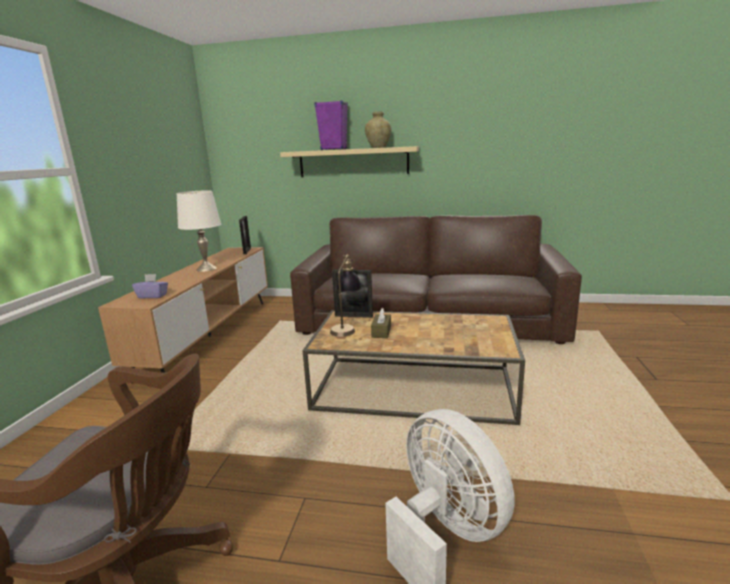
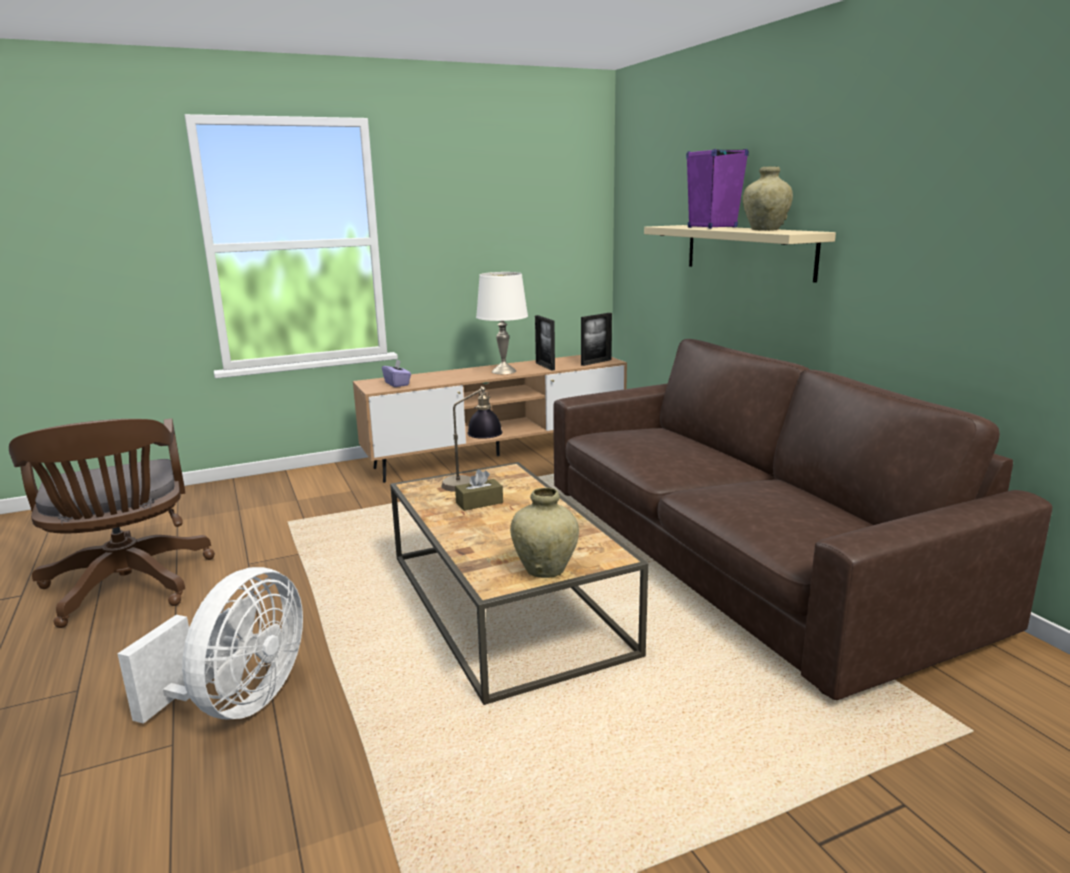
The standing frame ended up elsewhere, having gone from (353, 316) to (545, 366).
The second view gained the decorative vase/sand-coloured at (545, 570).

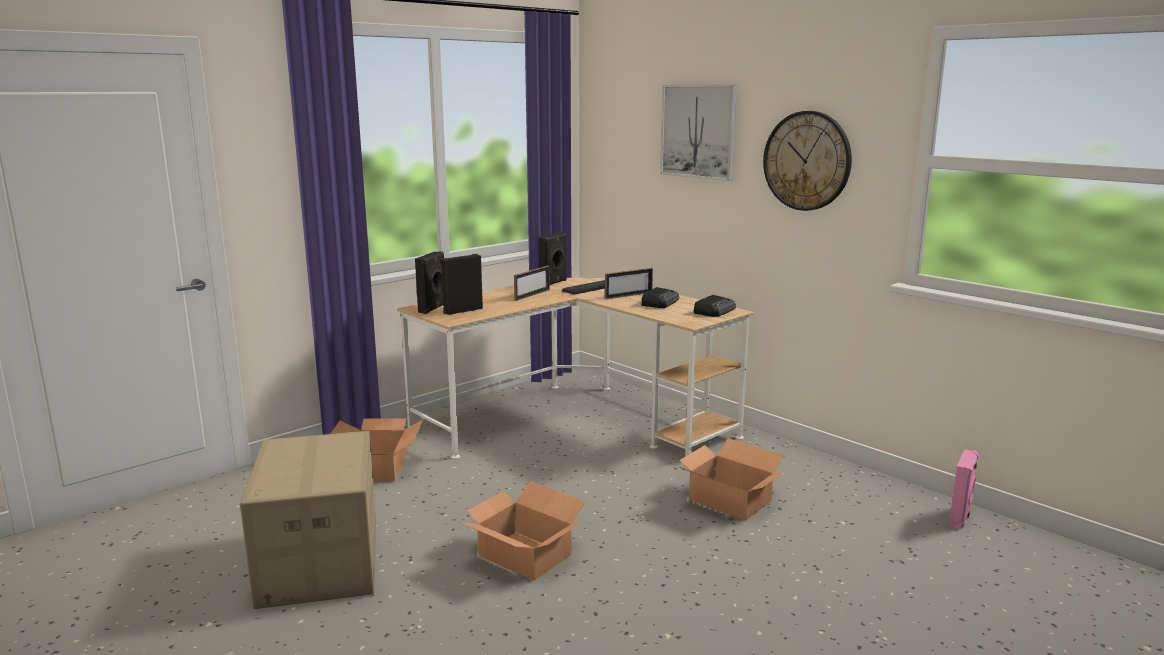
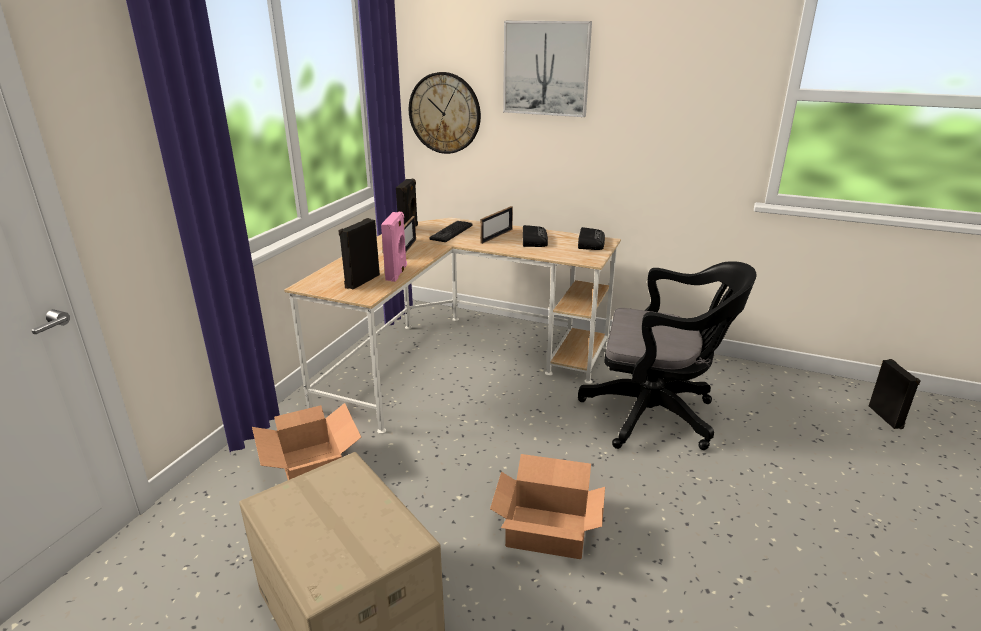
The hanging clock ended up elsewhere, having gone from (807, 161) to (444, 113).
The audio speaker/blackish ended up elsewhere, having gone from (433, 308) to (886, 417).
Where the cardboard box stood at (730, 501), the desk chair/blackish came to stand at (656, 415).
The audio speaker/pinkish ended up elsewhere, having gone from (960, 518) to (397, 273).

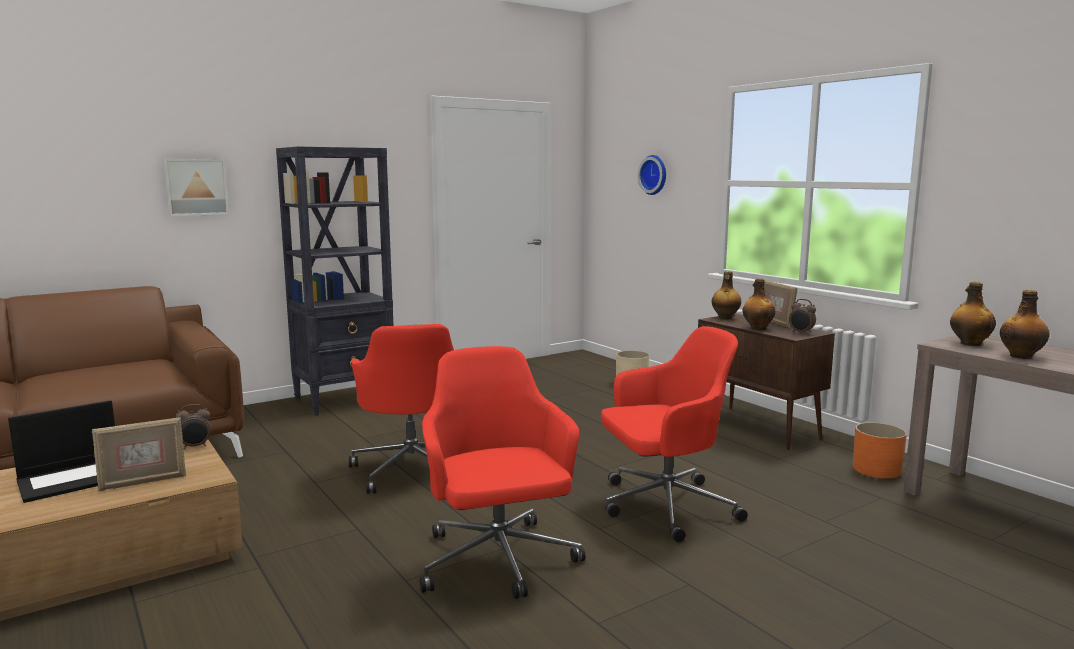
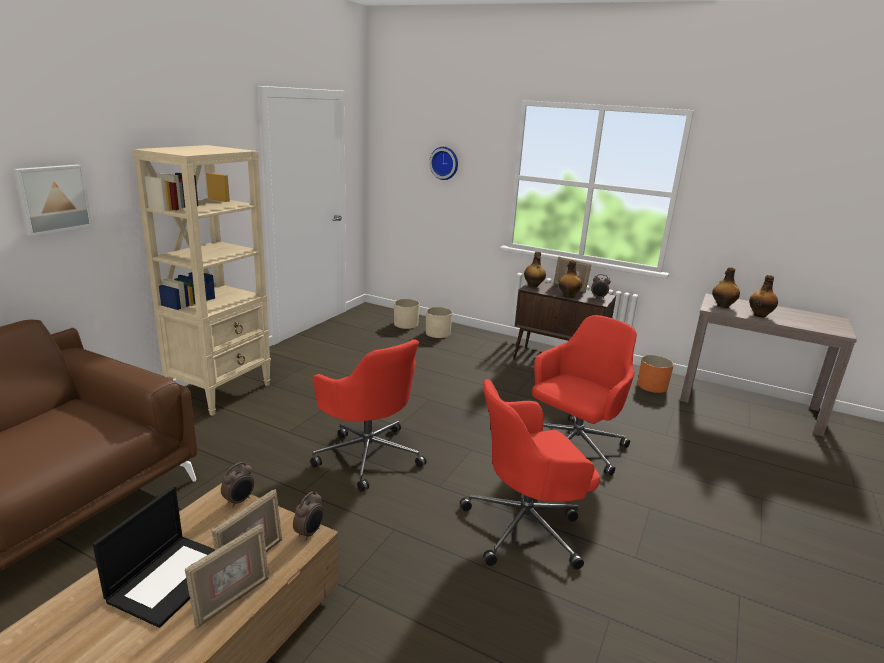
What was the bookshelf/blackish at (345, 400) turned into the bookshelf/sand-coloured at (221, 391).
The desk chair/reddish at (498, 561) ended up facing another way, 60 degrees counterclockwise from before.
The second view gained the planter/sand-coloured at (406, 324).
The second view gained the bedside clock at (309, 533).
The second view gained the standing frame at (232, 600).

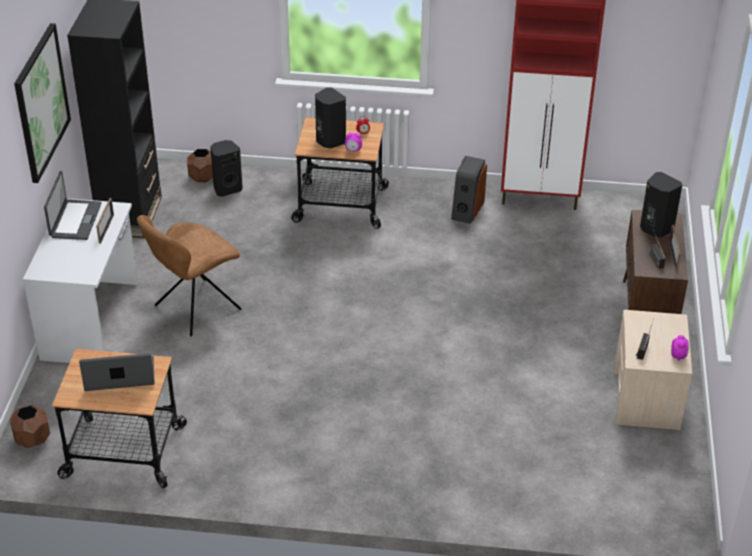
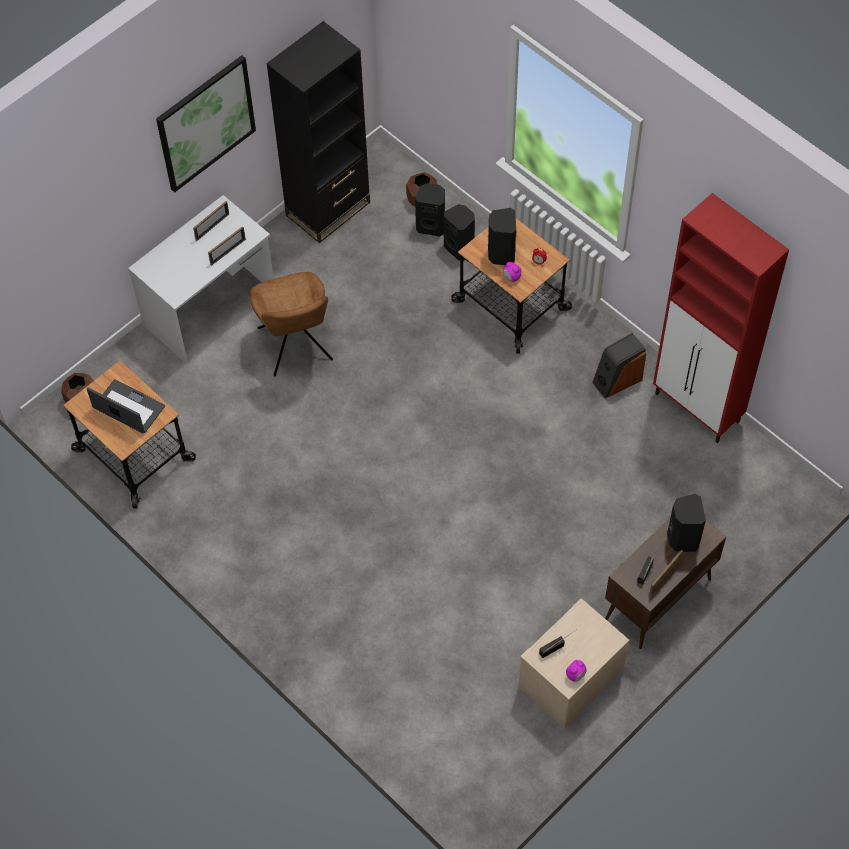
Where the portable computer stood at (74, 220), the standing frame came to stand at (212, 227).
The plain chair/brown-coloured at (195, 309) ended up facing another way, 105 degrees counterclockwise from before.
The second view gained the audio speaker/blackish at (460, 248).

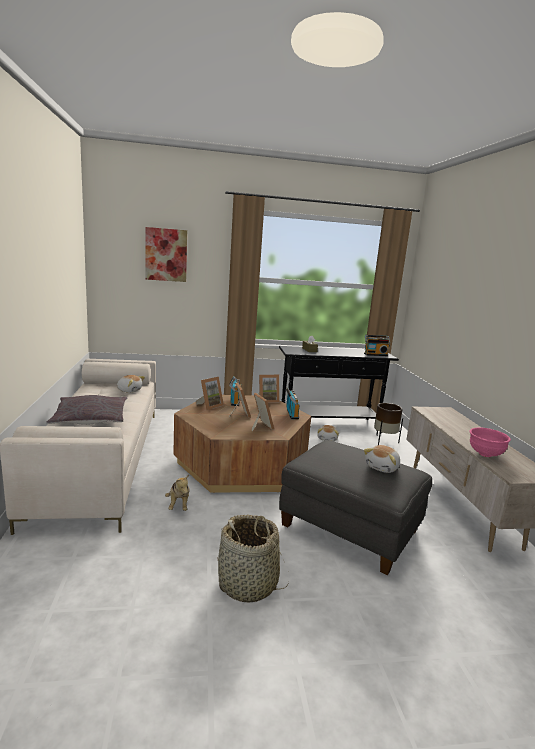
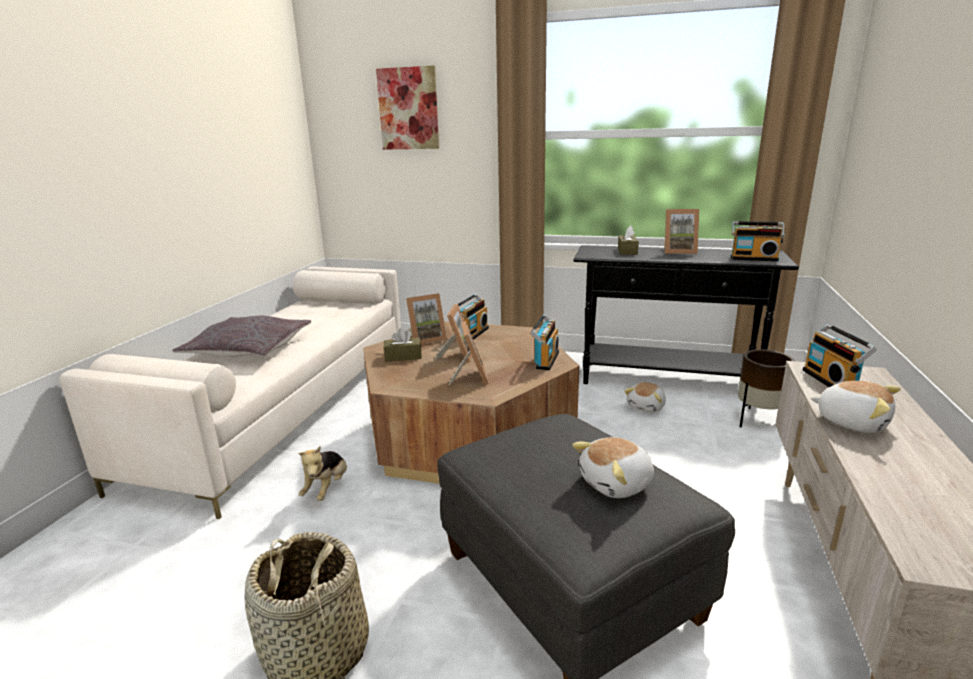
The plush toy ended up elsewhere, having gone from (129, 390) to (852, 422).
The standing frame ended up elsewhere, having gone from (267, 400) to (678, 251).
The second view lost the serving bowl/pinkish at (485, 454).
The second view gained the radio at (832, 381).
The second view gained the box of tissues/brown-coloured at (403, 356).

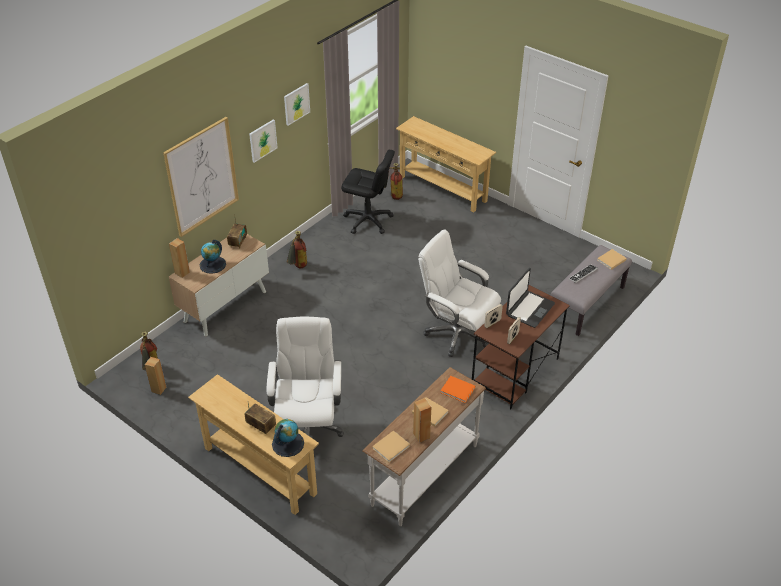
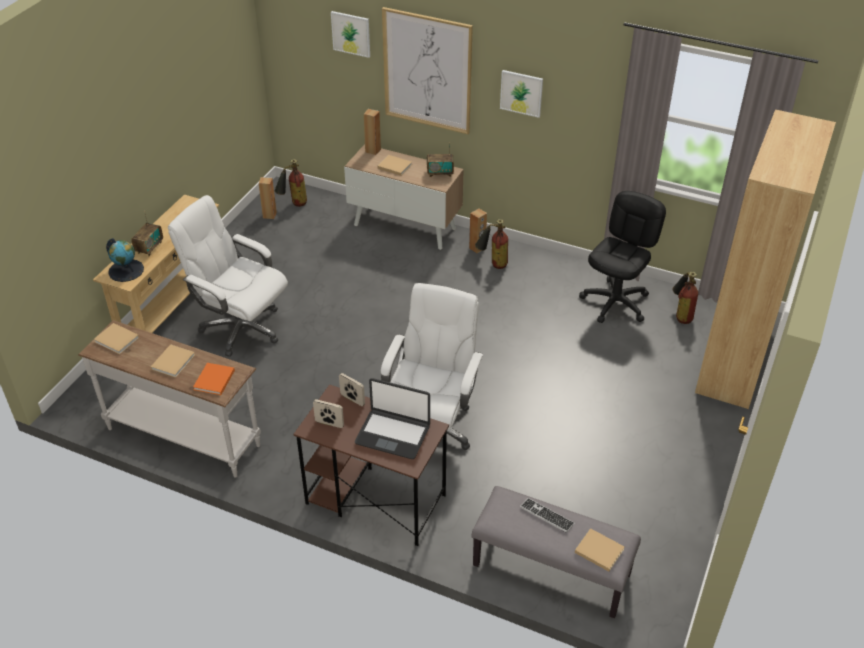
The picture ended up elsewhere, having gone from (296, 104) to (351, 33).
Where the hall table/sand-coloured stood at (443, 188), the bookshelf/brown-coloured came to stand at (734, 362).
The desk chair/blackish at (368, 221) ended up facing another way, 150 degrees counterclockwise from before.
Where the globe stood at (213, 264), the bound book/sand-coloured came to stand at (394, 166).
The desk chair/white-coloured at (308, 426) ended up facing another way, 135 degrees counterclockwise from before.
The audio speaker/brown-coloured ended up elsewhere, having gone from (421, 435) to (477, 248).

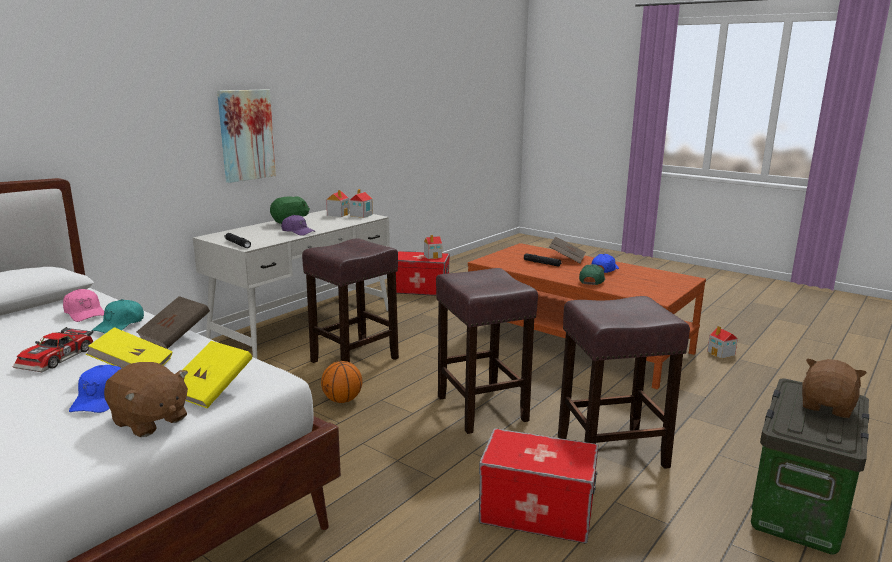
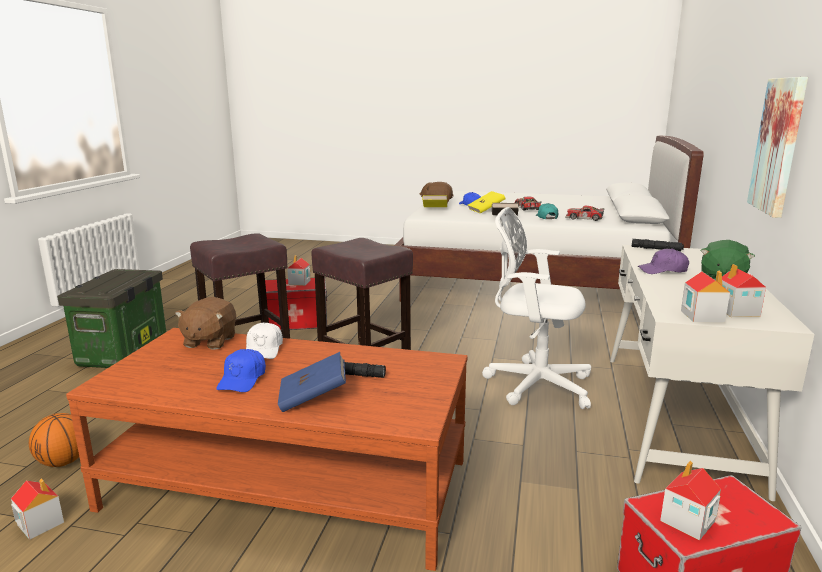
What was the bound book/brown-coloured at (567, 258) turned into the bound book/blue at (313, 398).
Where the stool/brown-coloured stood at (353, 360), the desk chair/white-coloured came to stand at (533, 384).
What was the baseball cap/green-coloured at (592, 281) turned into the baseball cap/white-coloured at (264, 349).
Where the baseball cap/pinkish stood at (85, 313), the toy car came to stand at (584, 218).
The plush toy/brown-coloured ended up elsewhere, having gone from (827, 406) to (209, 341).
The basketball ball ended up elsewhere, having gone from (342, 400) to (63, 462).
The second view gained the miniature house at (299, 282).

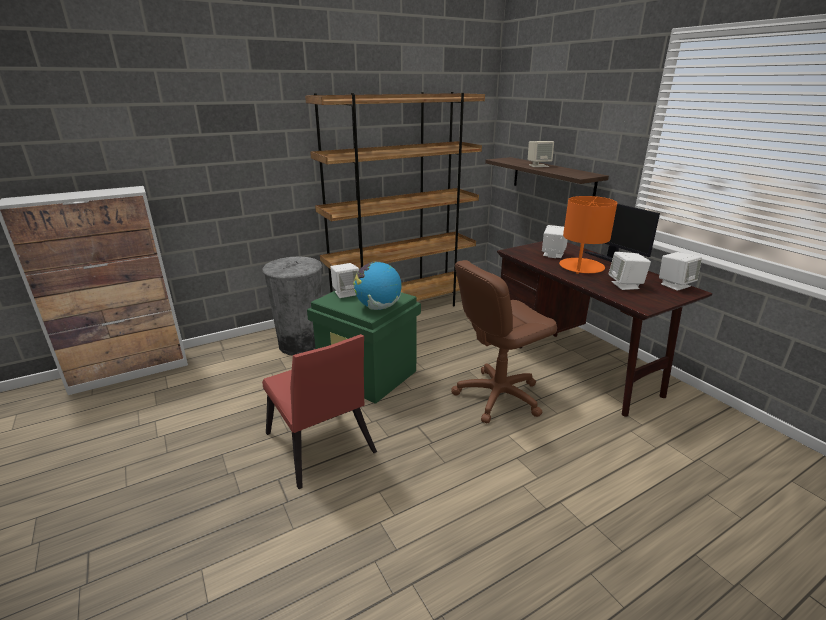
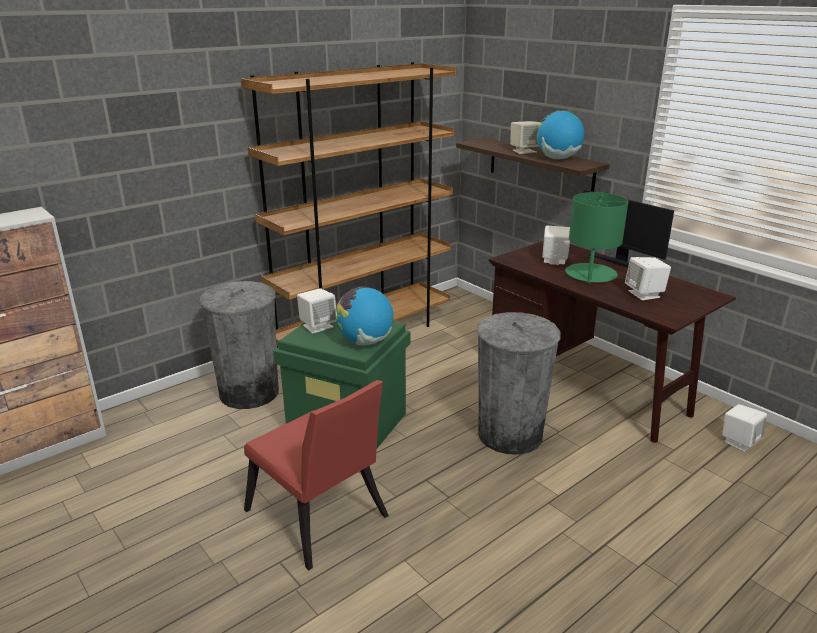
What was the lamp for a table/orange-coloured at (581, 267) turned into the lamp for a table/green-coloured at (590, 274).
The audio speaker/white-coloured ended up elsewhere, having gone from (675, 285) to (739, 442).
Where the desk chair/brown-coloured stood at (498, 396), the waste bin/gray came to stand at (510, 434).
The second view gained the globe at (558, 158).

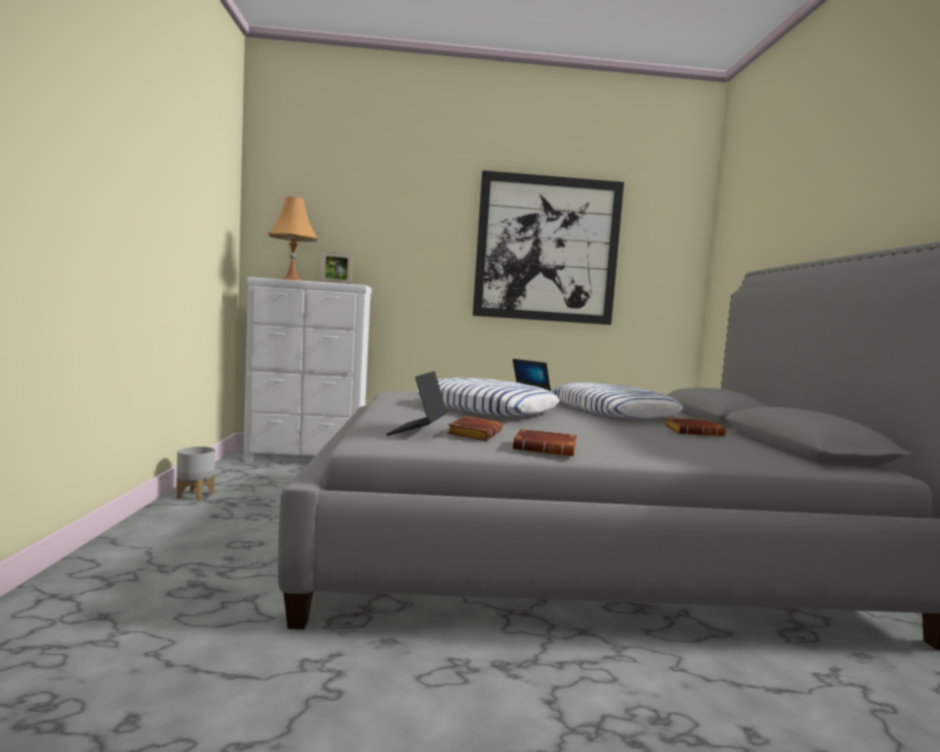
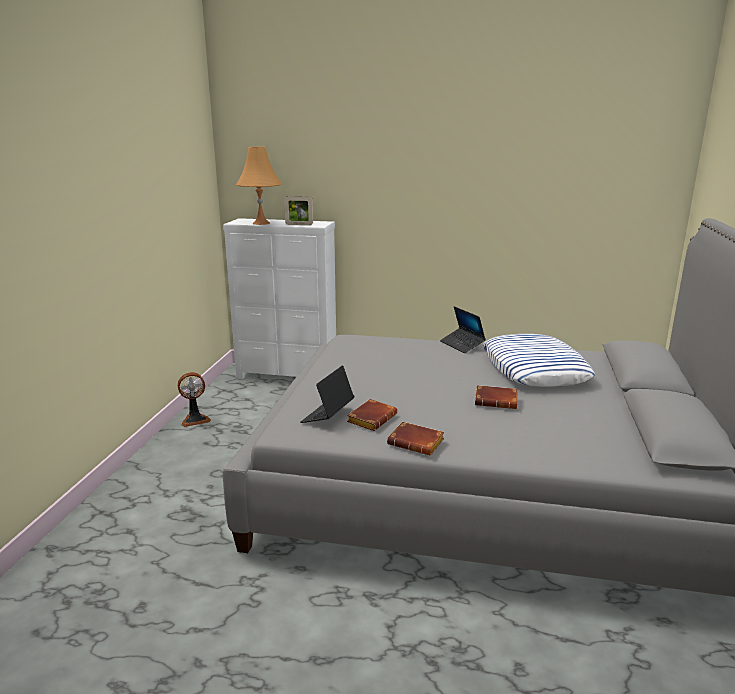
The second view lost the picture at (547, 249).
The second view lost the cushion at (487, 408).
The bound book/brown-coloured ended up elsewhere, having gone from (694, 432) to (497, 401).
Where the planter/gray stood at (195, 495), the fan came to stand at (195, 419).

